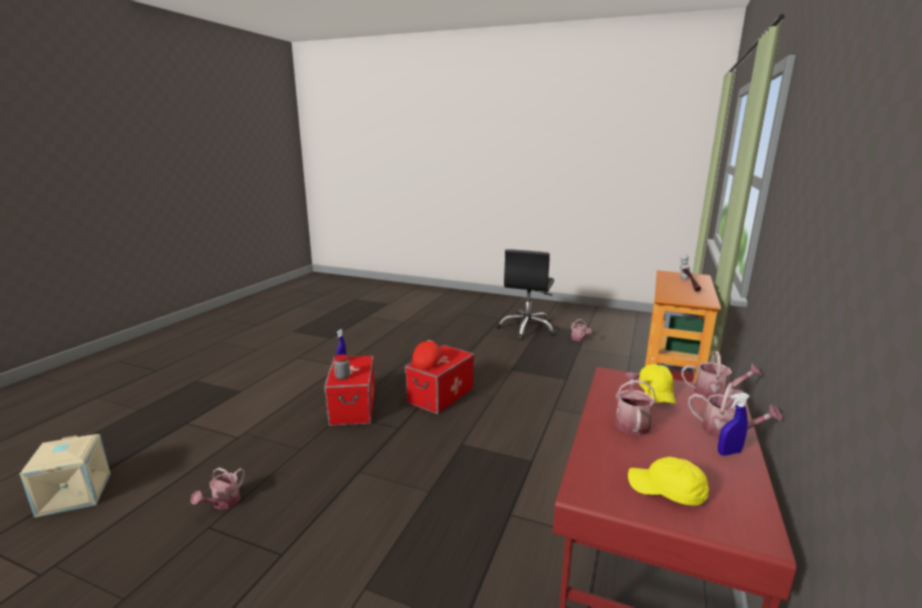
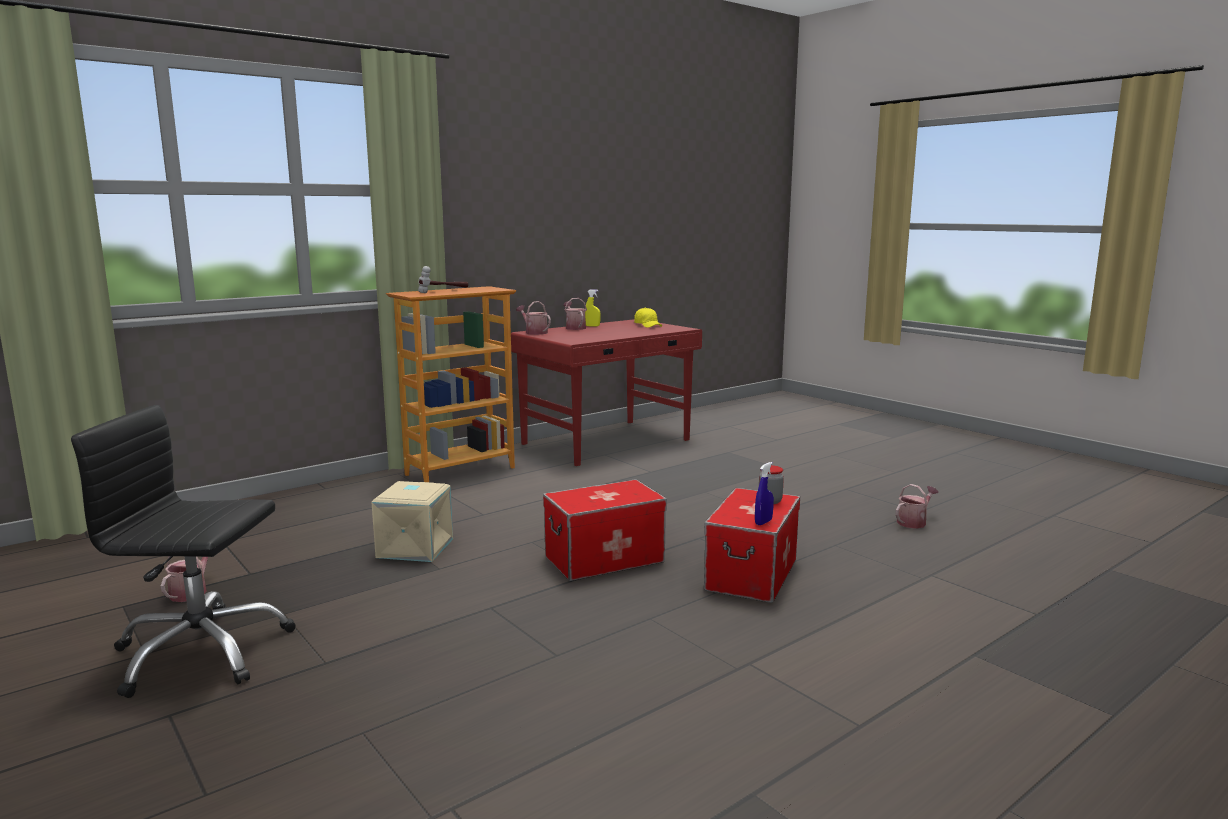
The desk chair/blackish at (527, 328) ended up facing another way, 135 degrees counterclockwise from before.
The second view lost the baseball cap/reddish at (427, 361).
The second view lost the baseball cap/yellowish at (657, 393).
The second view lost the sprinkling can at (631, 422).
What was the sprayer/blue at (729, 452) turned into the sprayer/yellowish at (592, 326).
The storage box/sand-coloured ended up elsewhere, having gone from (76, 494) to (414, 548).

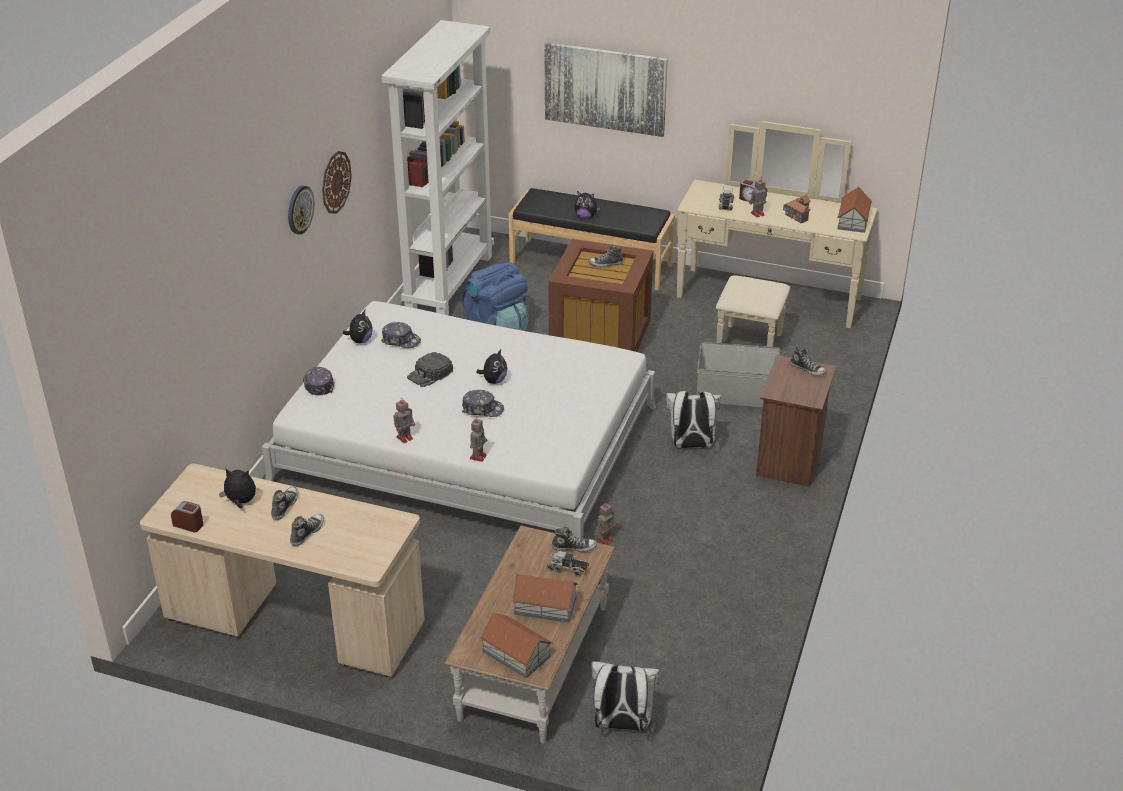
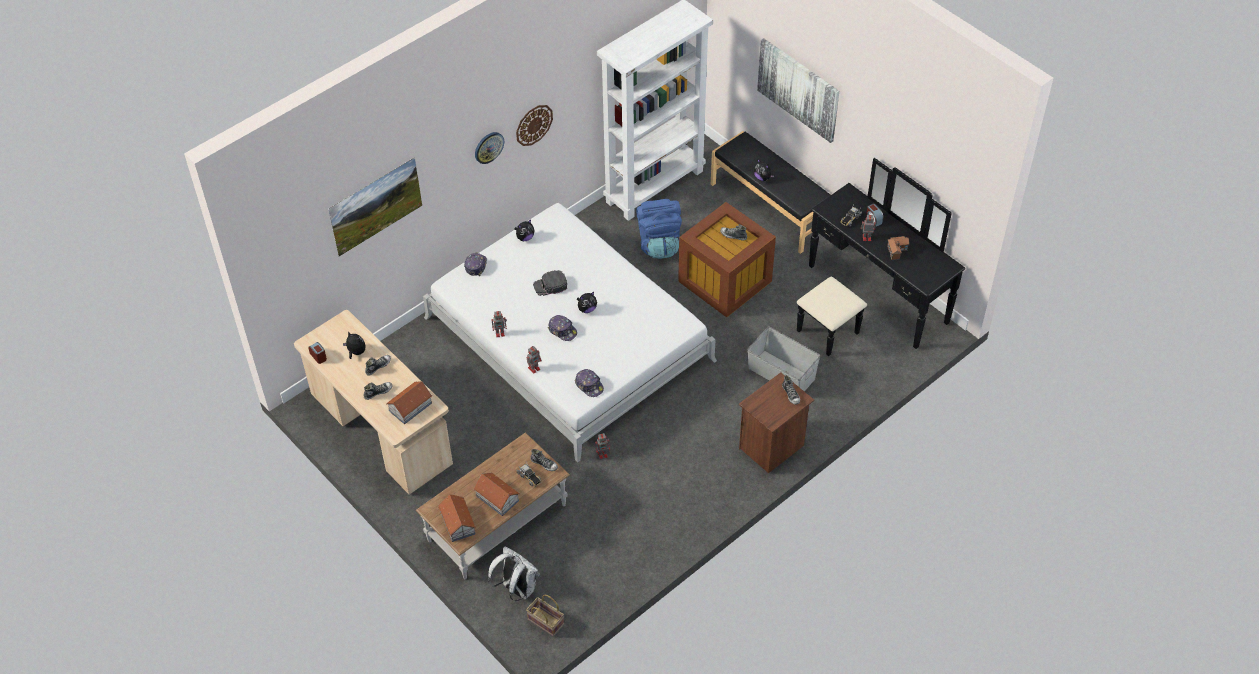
What was the chest of drawers/sand-coloured at (765, 308) turned into the chest of drawers/blackish at (867, 303).
The miniature house ended up elsewhere, having gone from (852, 221) to (410, 407).
The baseball cap ended up elsewhere, having gone from (401, 340) to (589, 385).
The second view lost the knapsack/white-coloured at (691, 445).
The second view gained the picture at (378, 219).
The second view gained the basket at (544, 622).

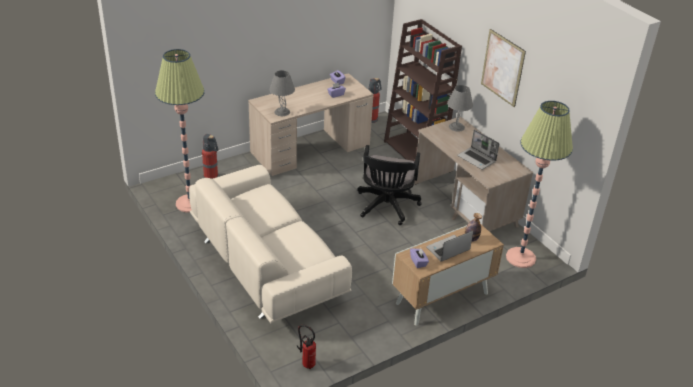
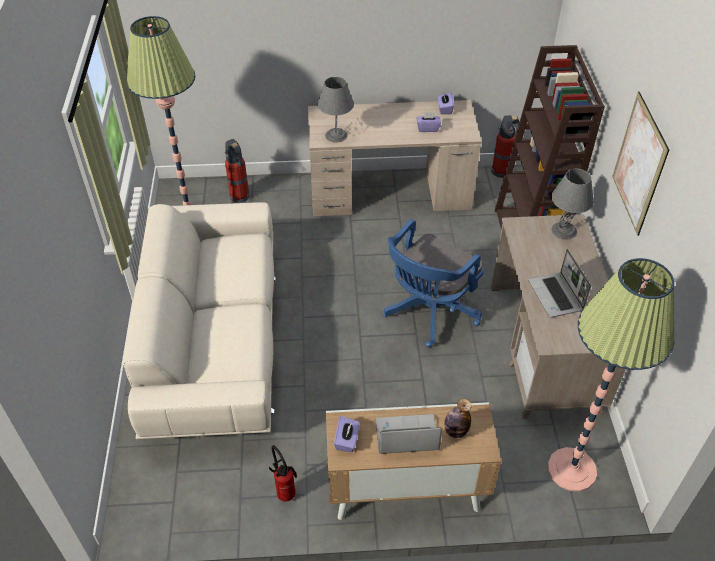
What was the desk chair/blackish at (386, 207) turned into the desk chair/blue at (428, 312).
The fire-fighting cylinder ended up elsewhere, having gone from (307, 363) to (285, 492).

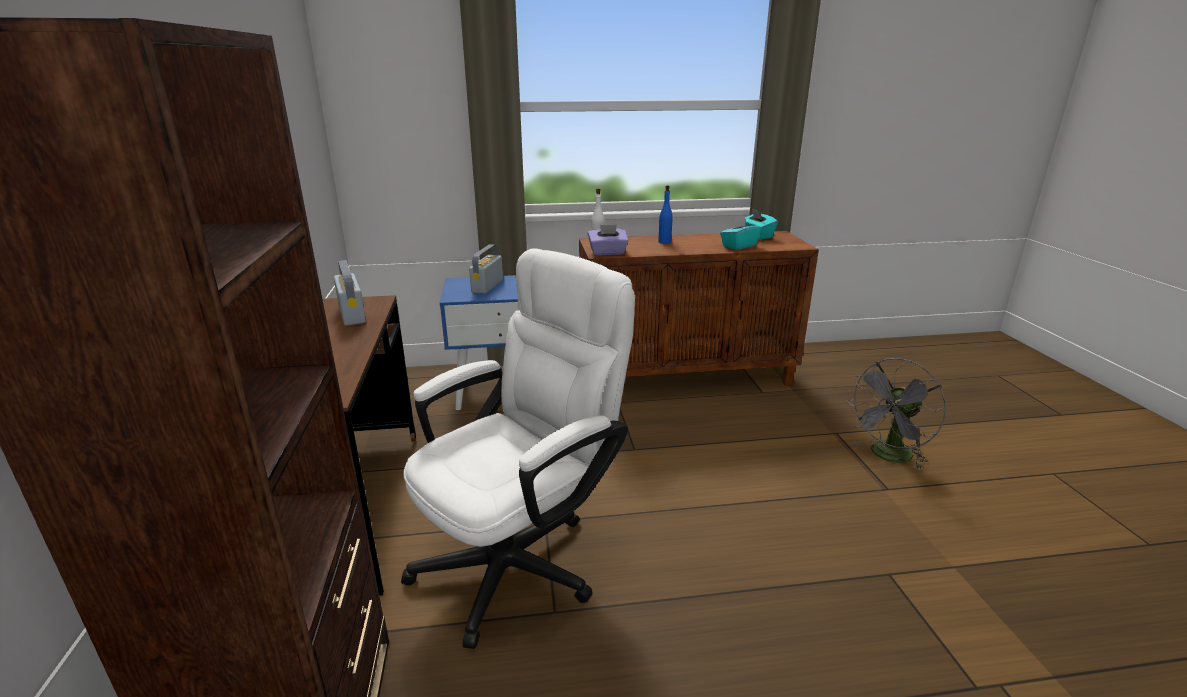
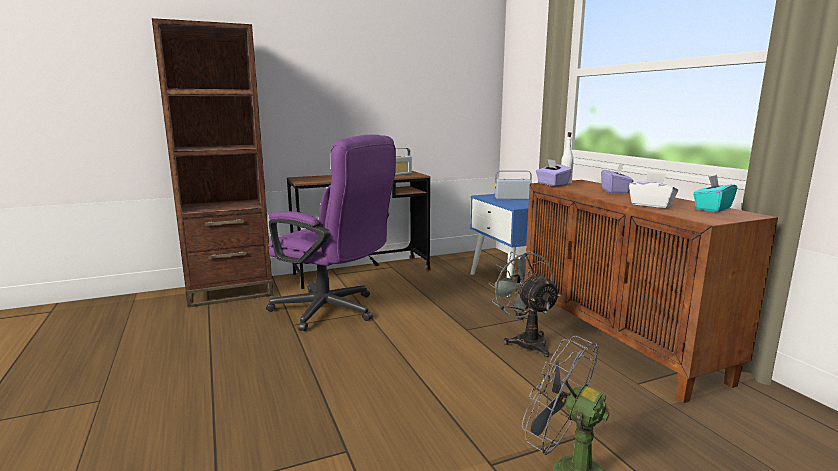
Where the bottle/blue stood at (664, 242), the box of tissues/purple came to stand at (615, 191).
What was the box of tissues/turquoise-coloured at (738, 246) turned into the box of tissues/white-coloured at (651, 205).
What was the desk chair/white-coloured at (521, 558) turned into the desk chair/purple at (333, 311).
The second view gained the fan/gray at (525, 341).

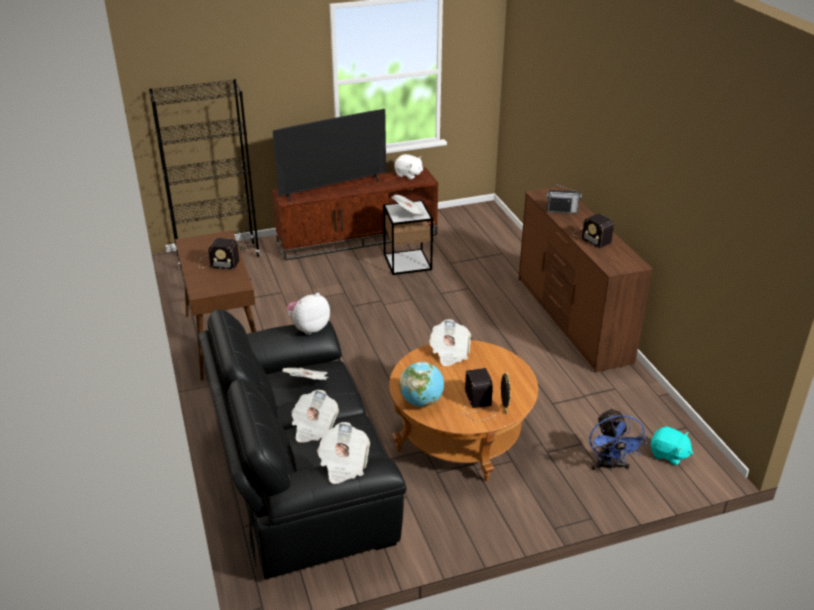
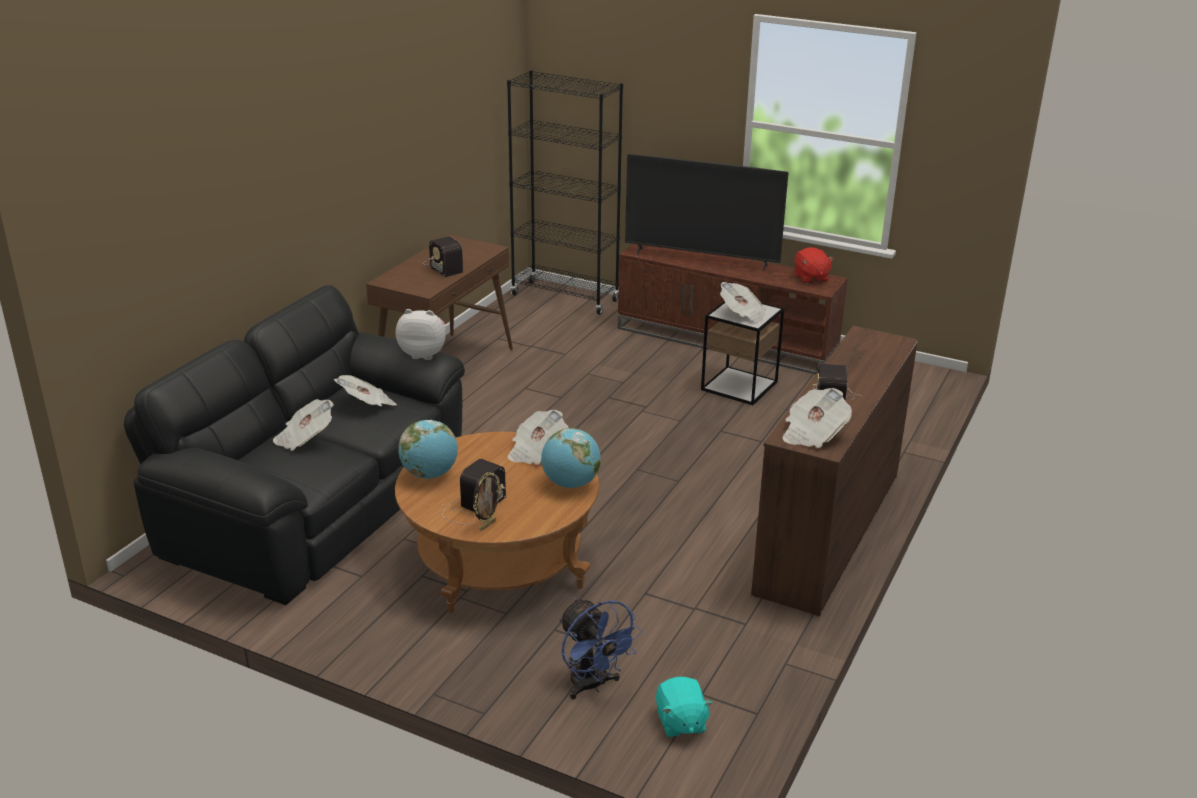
What was the plush toy/white-coloured at (408, 175) turned into the plush toy/reddish at (811, 278).
The second view lost the radio at (562, 211).
The fan/blue at (609, 466) ended up facing another way, 75 degrees counterclockwise from before.
The newspaper ended up elsewhere, having gone from (343, 464) to (812, 434).
The second view gained the globe at (570, 484).

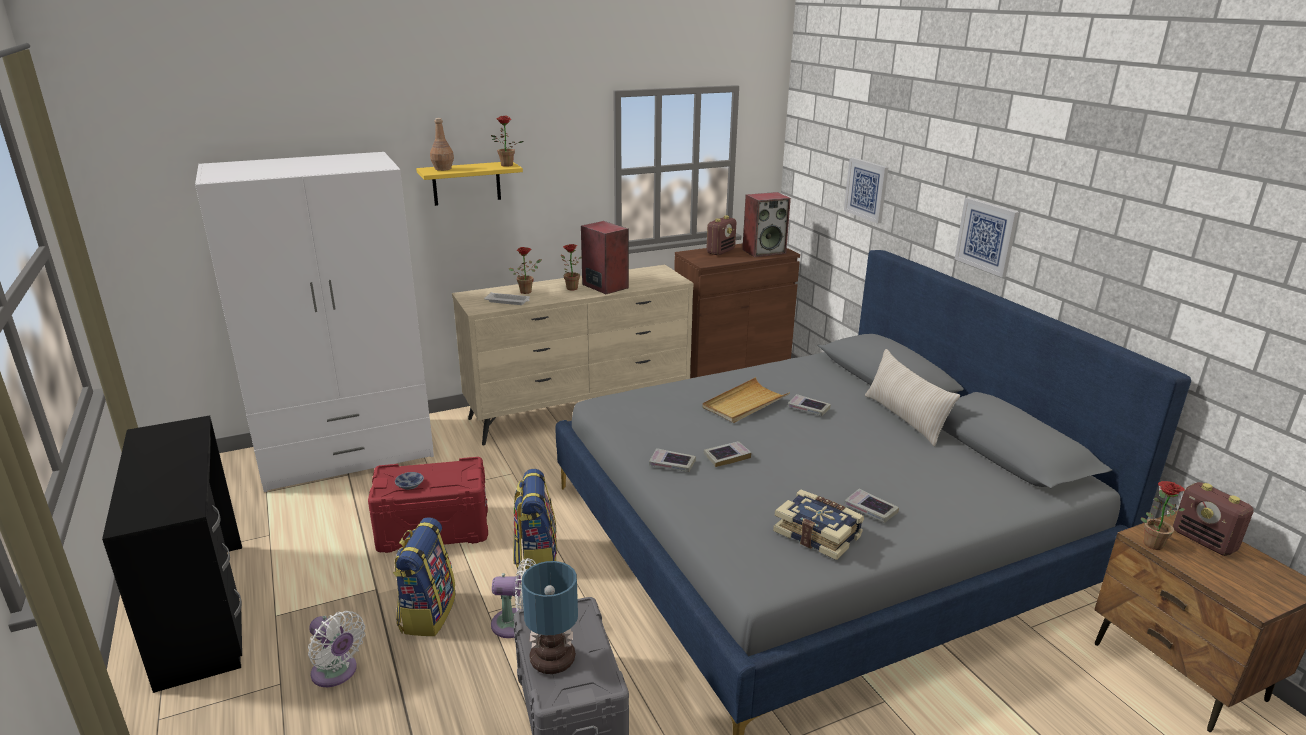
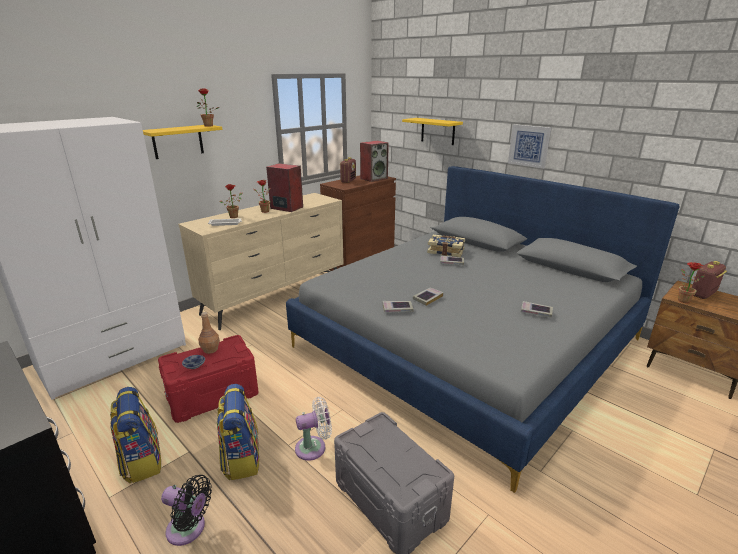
The bottle/brown-coloured ended up elsewhere, having gone from (443, 169) to (210, 350).
Where the picture hung at (866, 189), the wall shelf/yellowish came to hang at (438, 131).
The second view lost the cushion/sand-coloured at (905, 418).
The second view lost the carrying tray/sand-coloured at (745, 403).
The knapsack ended up elsewhere, having gone from (536, 556) to (141, 461).
The radio at (1204, 541) ended up facing another way, 105 degrees clockwise from before.
The bound book ended up elsewhere, having gone from (818, 534) to (446, 251).
The second view lost the lamp for a table at (554, 659).
What was the fan/white-coloured at (337, 673) turned into the fan/blackish at (189, 529).

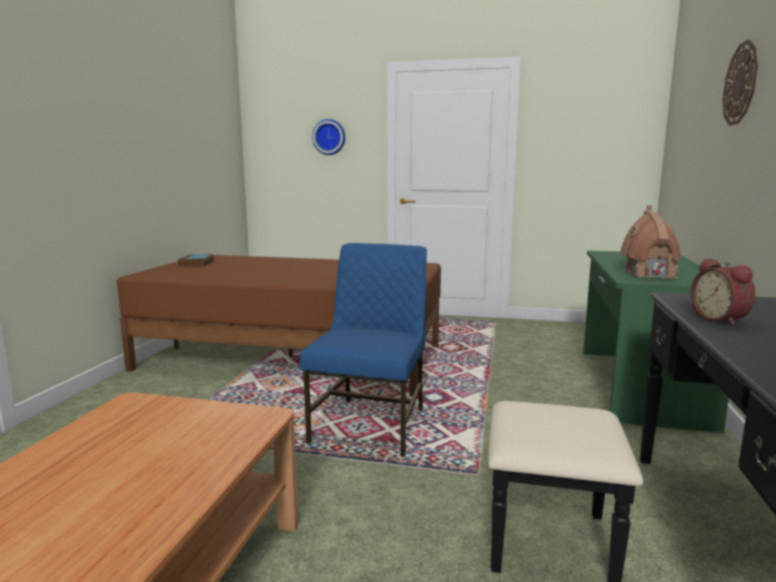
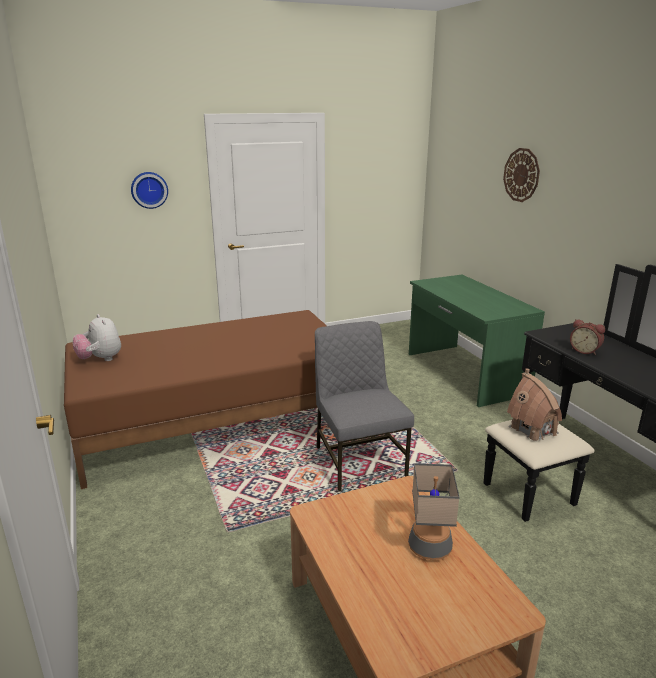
The miniature house ended up elsewhere, having gone from (649, 274) to (533, 429).
What was the plain chair/blue at (371, 425) turned into the plain chair/gray at (358, 461).
Where the bound book stood at (196, 263), the plush toy came to stand at (100, 359).
The second view gained the lamp for a table at (429, 547).

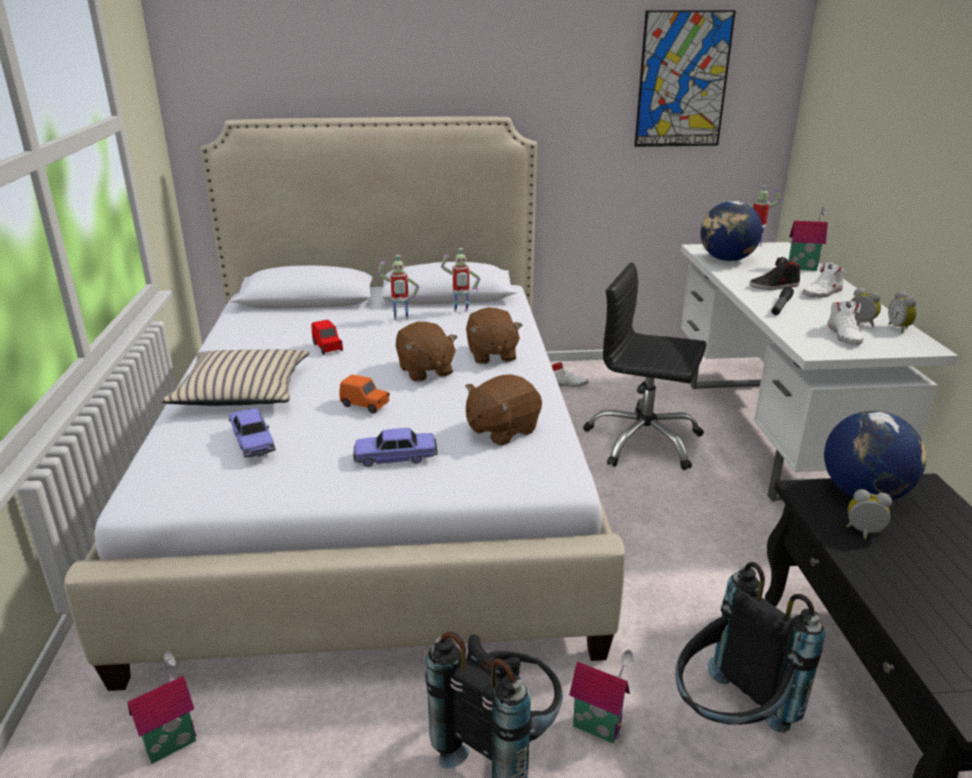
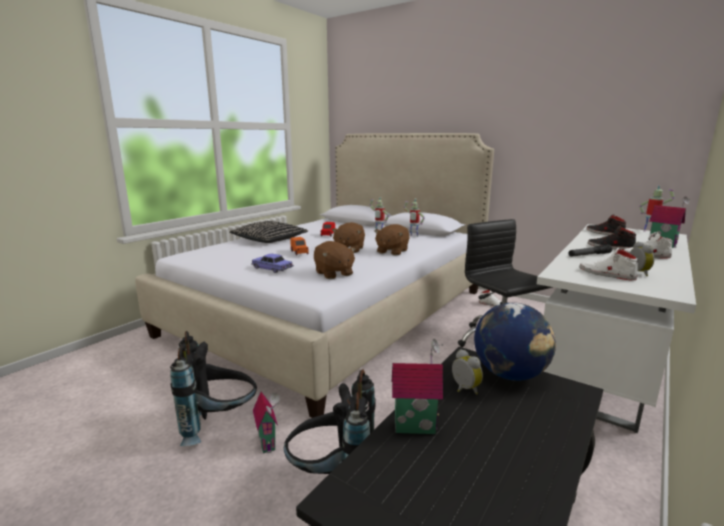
The second view lost the picture at (682, 80).
Where the globe stood at (726, 260), the item of footwear/blackish came to stand at (604, 233).
The second view lost the bedside clock at (899, 328).
The item of footwear/white-coloured at (844, 335) ended up facing another way, 90 degrees clockwise from before.
What was the cushion/sand-coloured at (242, 391) turned into the cushion/blackish at (269, 239).
The plush toy/brown-coloured at (501, 430) ended up facing another way, 120 degrees counterclockwise from before.
The second view lost the toy car at (253, 441).
The miniature house ended up elsewhere, having gone from (170, 743) to (415, 425).

